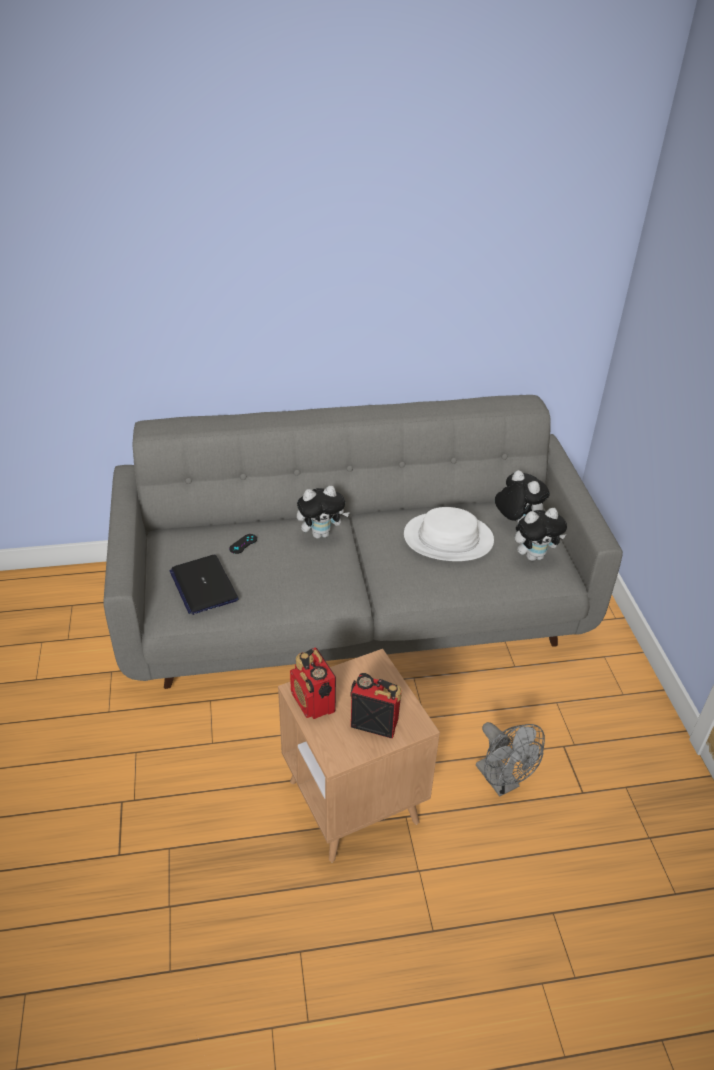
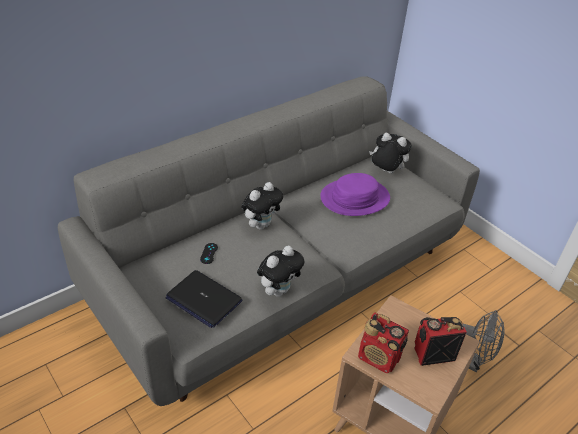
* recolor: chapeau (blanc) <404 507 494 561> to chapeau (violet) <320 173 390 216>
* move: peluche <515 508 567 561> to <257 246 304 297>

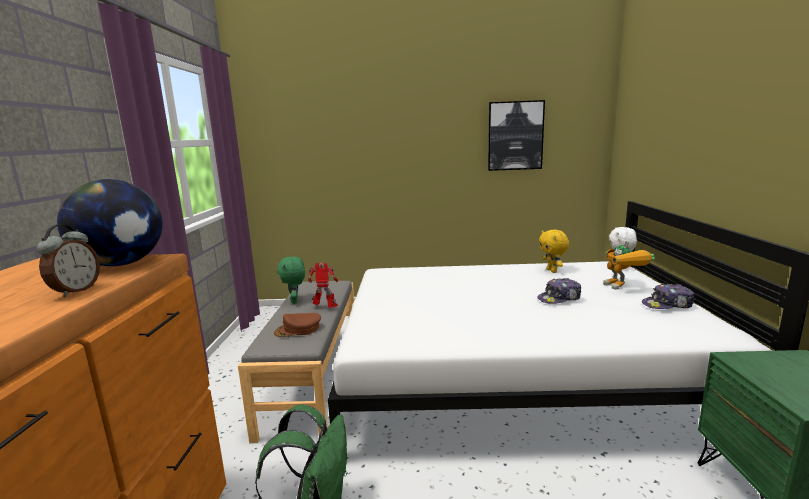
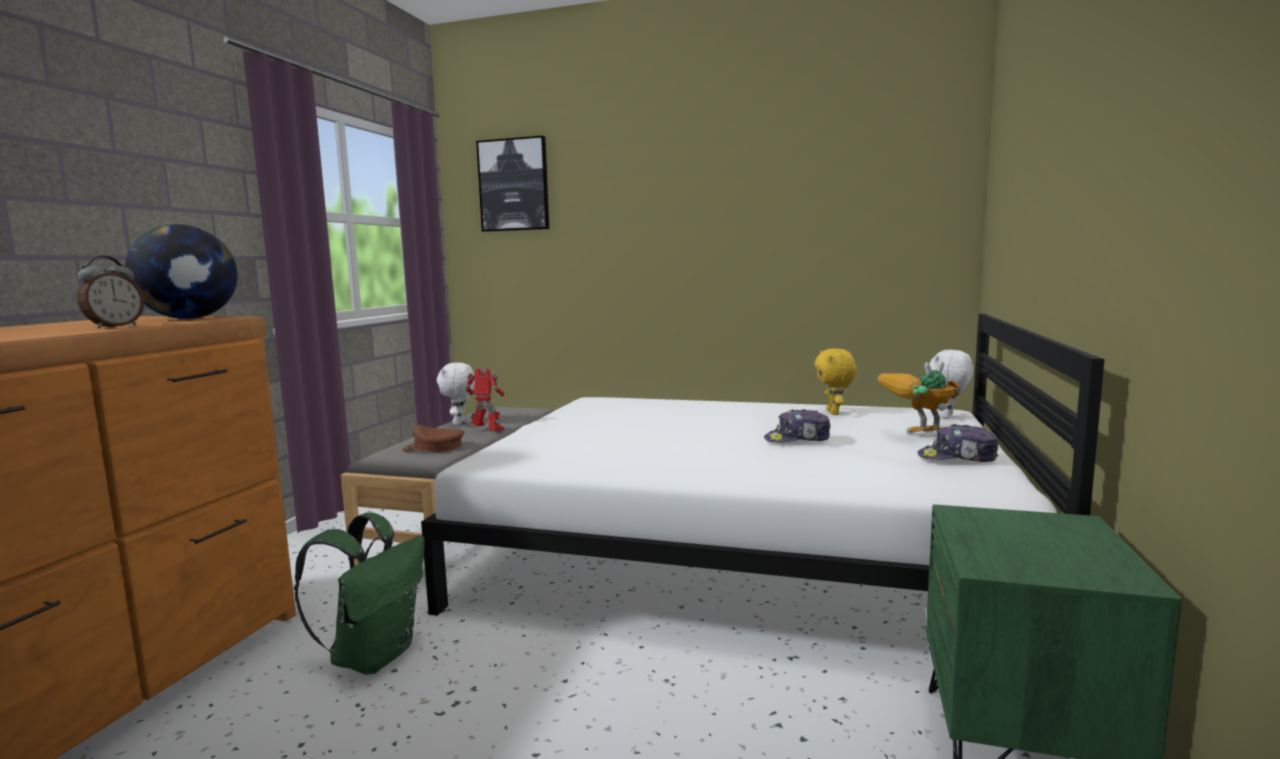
* move: tableau <488 100 545 171> to <476 136 549 232>
* rotate: robot jouet <603 238 655 290> = <877 361 961 434> 75 degrees clockwise
* recolor: peluche (vert) <277 257 305 304> to peluche (blanc) <437 363 475 425>

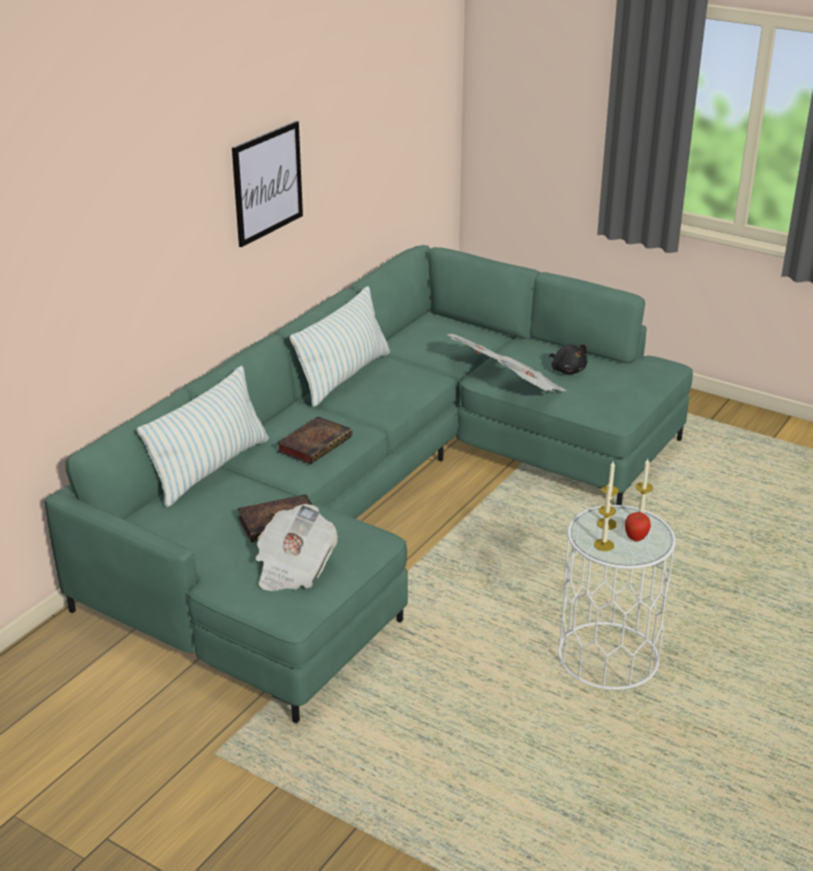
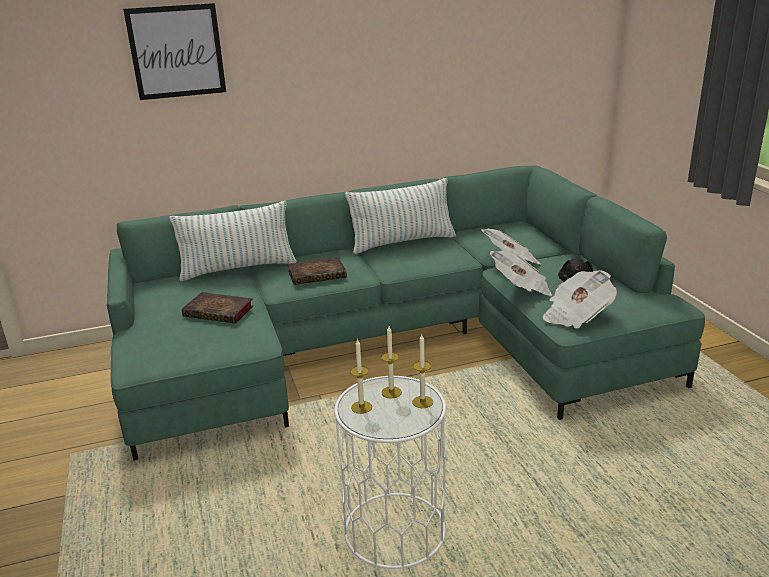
* move: tableau <232 121 303 247> to <123 3 226 100>
* move: journal <255 504 338 591> to <543 270 617 328>
* delete: pomme <625 512 651 541>

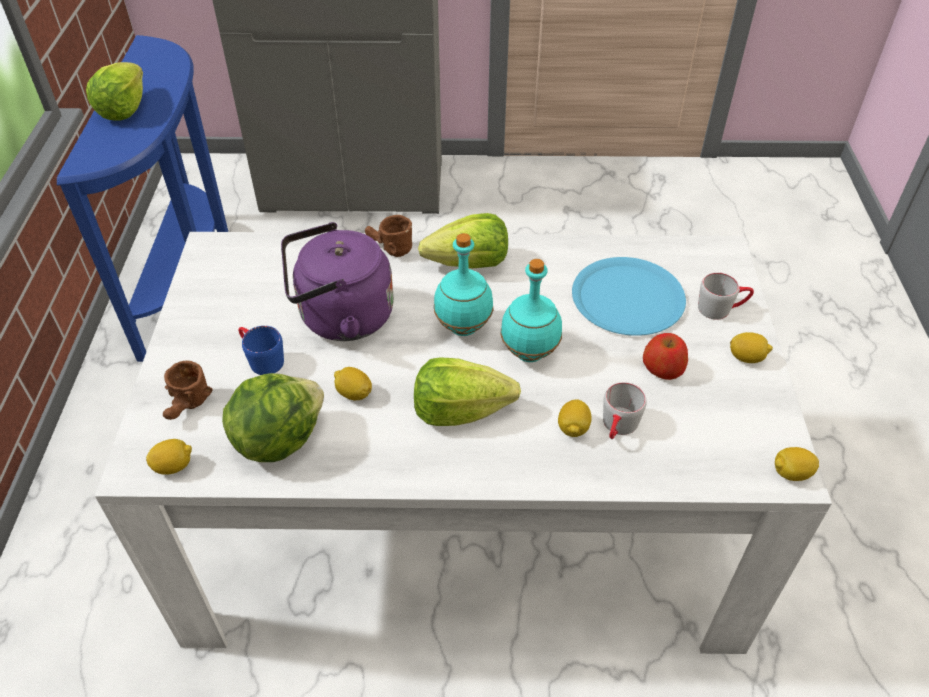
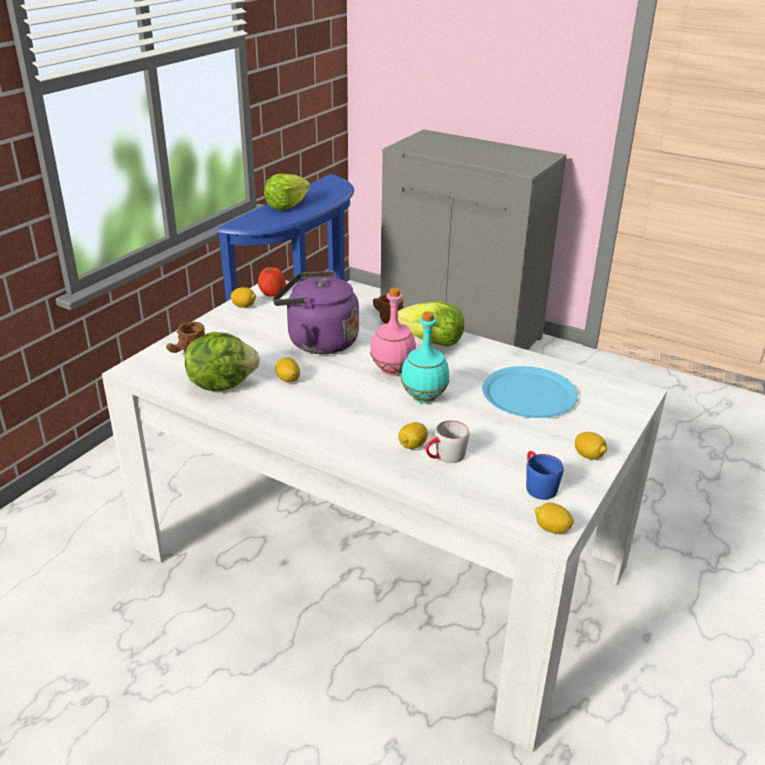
* recolor: bouteille (turquoise) <434 233 494 336> to bouteille (rose) <370 287 416 376>
* delete: mug (gris) <698 272 754 320>
* move: mug (bleu) <238 326 284 375> to <526 451 563 500>
* move: pomme <643 333 688 380> to <258 267 286 297>
* delete: laitue <414 357 521 426>
* move: citron <146 439 192 475> to <231 287 256 308>

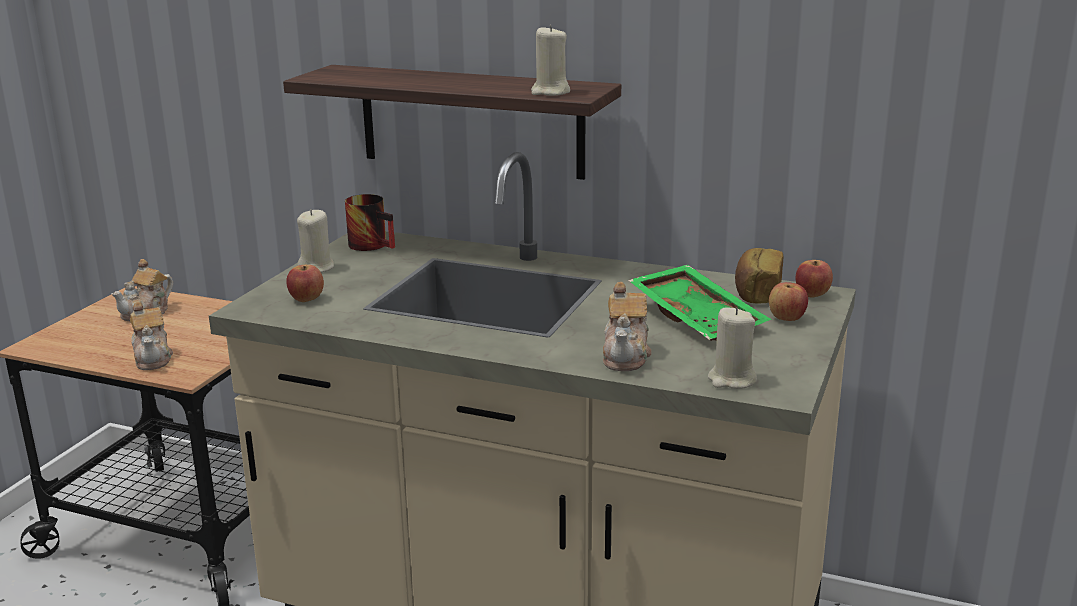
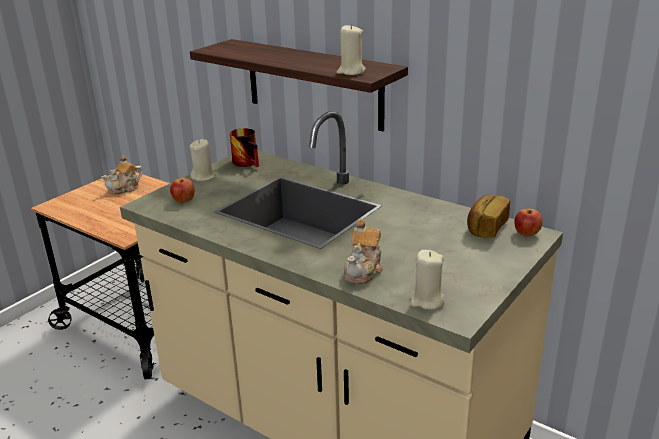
* delete: plateau (vert) <628 265 772 341>
* delete: pomme <769 282 808 321>
* delete: théière <130 302 173 370>

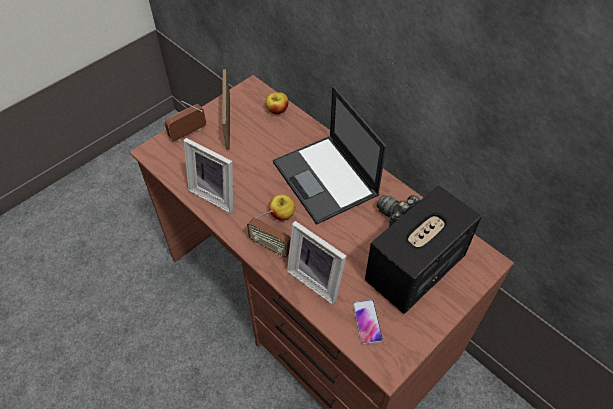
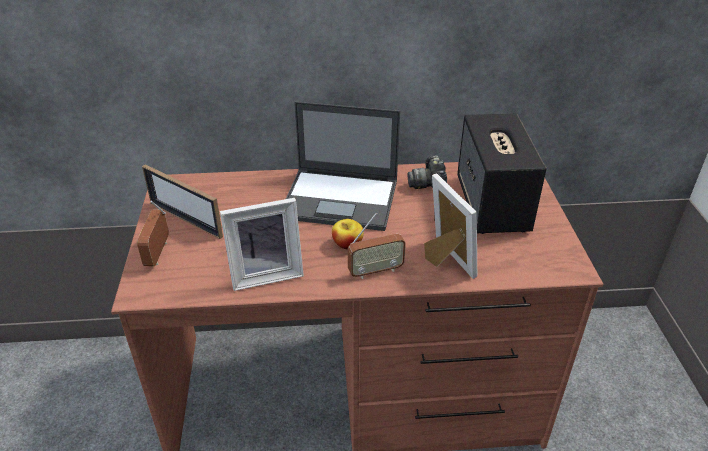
* delete: pomme <266 92 288 114>
* rotate: cadre photo <287 221 347 305> = <424 174 477 279> 105 degrees counterclockwise
* delete: téléphone <353 299 383 344>

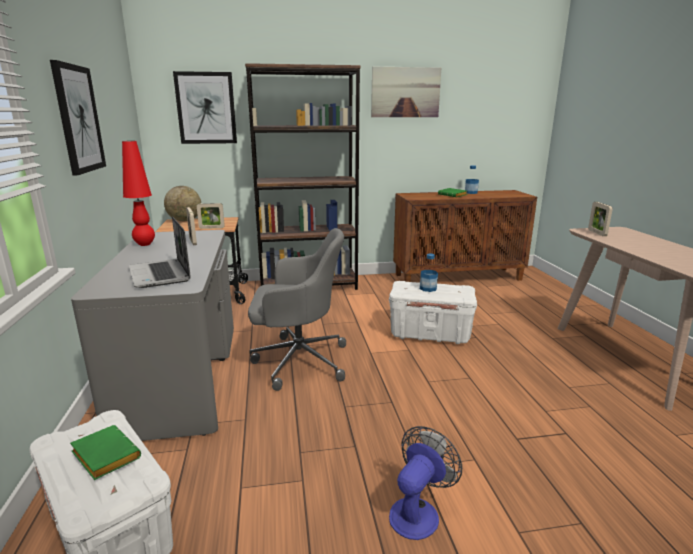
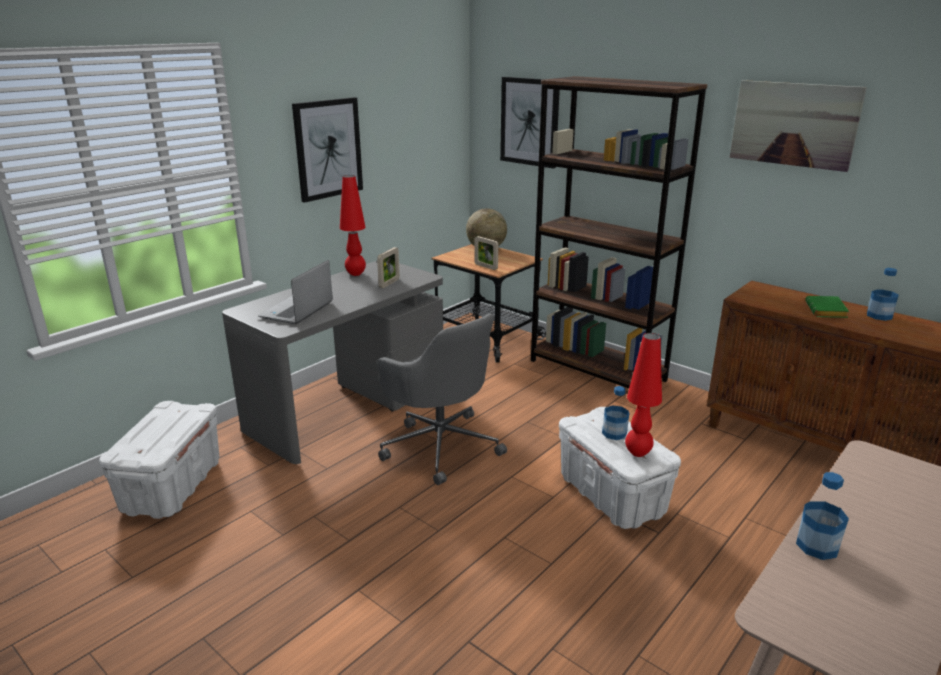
* delete: cadre photo <588 202 613 236>
* delete: livre (vert) <70 425 141 480>
* delete: ventilateur <389 426 462 540>
* insert: lampe de table (rouge) <625 333 662 457>
* insert: bouteille <796 472 849 560>

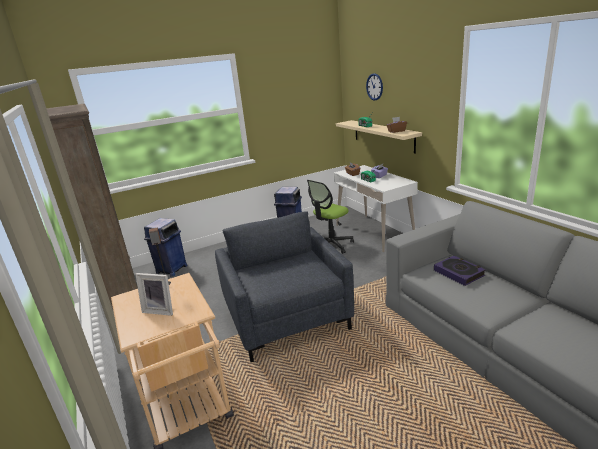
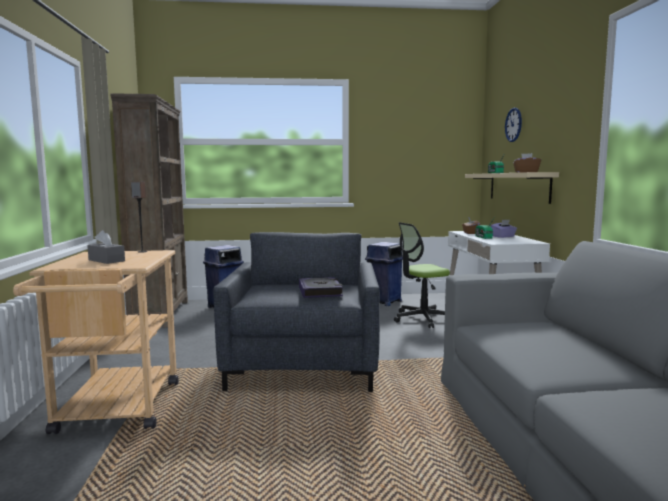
* move: livre <434 256 486 286> to <299 277 343 298>
* replace: cadre photo <136 273 173 316> to boîte à mouchoirs (gris) <87 230 125 264>

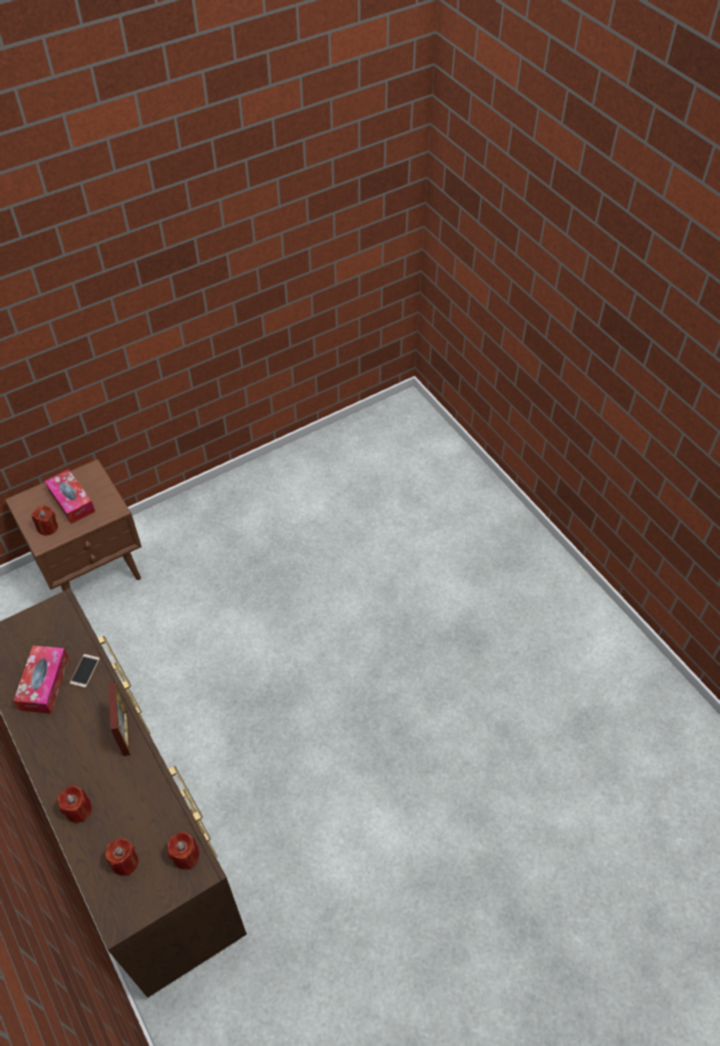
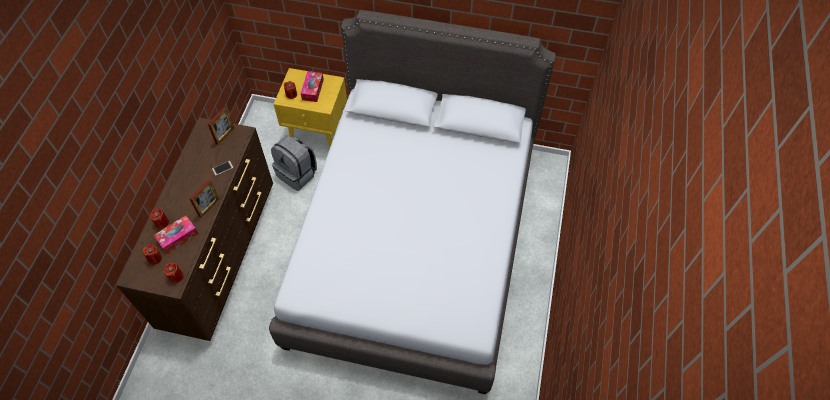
* recolor: table de chevet (marron) <5 459 142 591> to table de chevet (jaune) <274 68 347 147>
* move: boîte à mouchoirs <14 645 69 714> to <154 215 199 254>
* insert: lit (gris) <269 10 556 394>
* insert: cadre photo <208 107 234 145>
* insert: sac à dos (gris) <271 135 317 191>

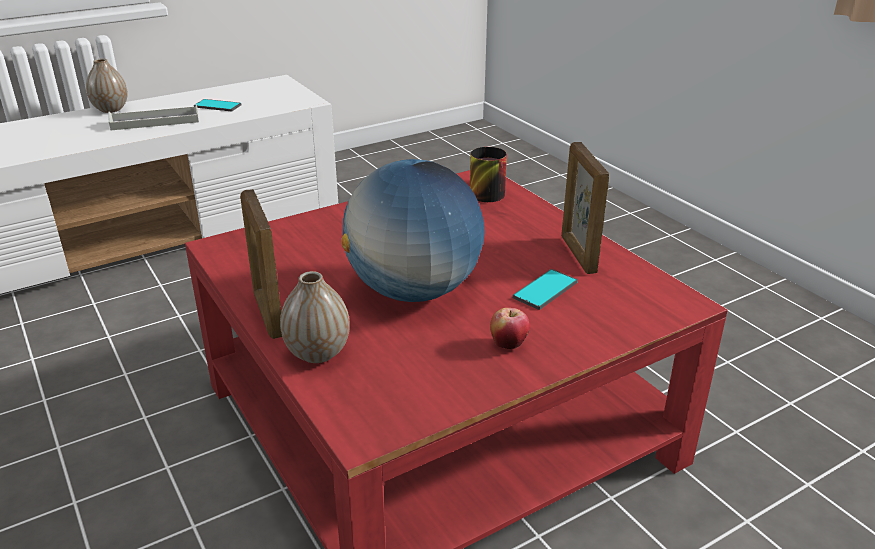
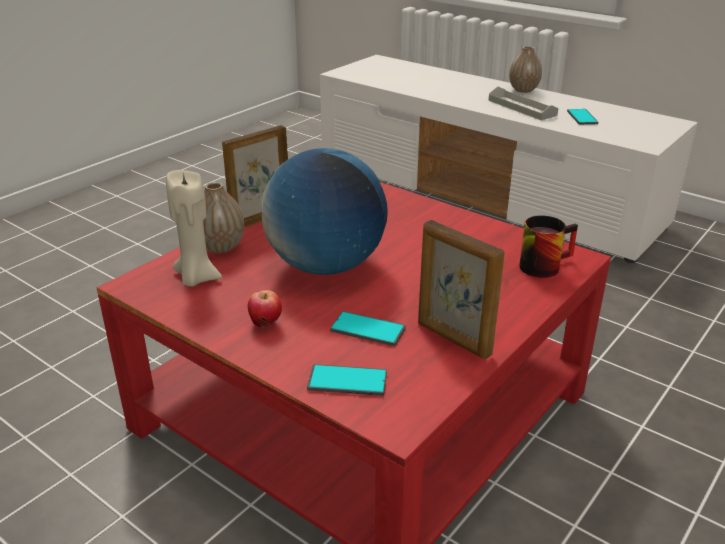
* rotate: cadre photo <561 142 609 274> = <418 220 505 359> 105 degrees counterclockwise
* insert: bougie (beige) <166 170 222 287>
* insert: téléphone <307 364 387 396>

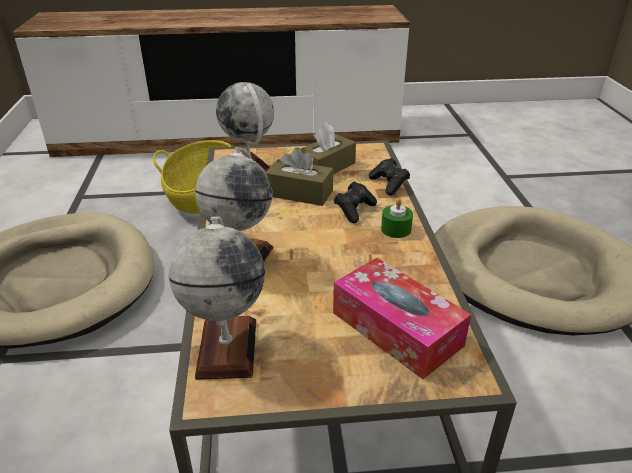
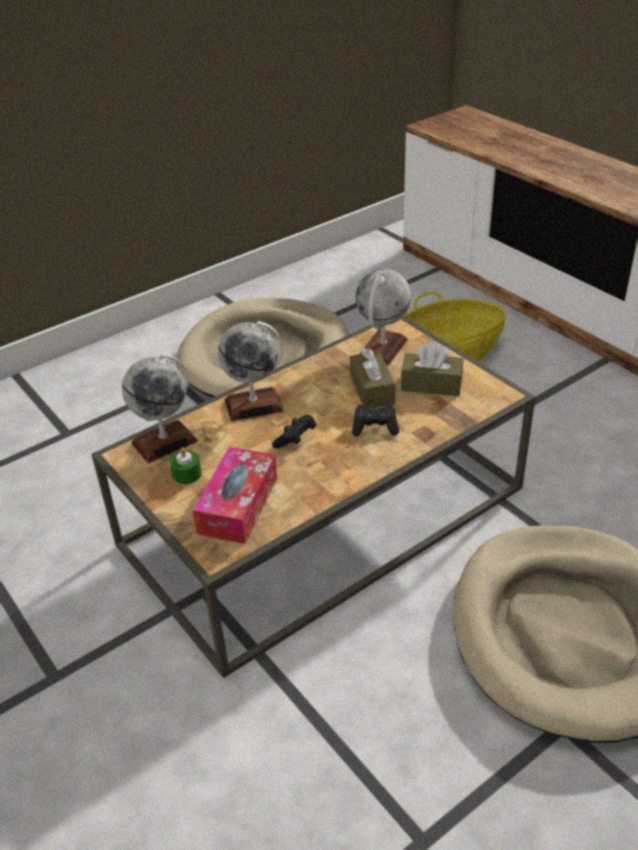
* move: manette (noir) <368 158 410 196> to <272 415 316 449>
* move: bougie (vert) <381 198 413 238> to <170 447 202 484>

